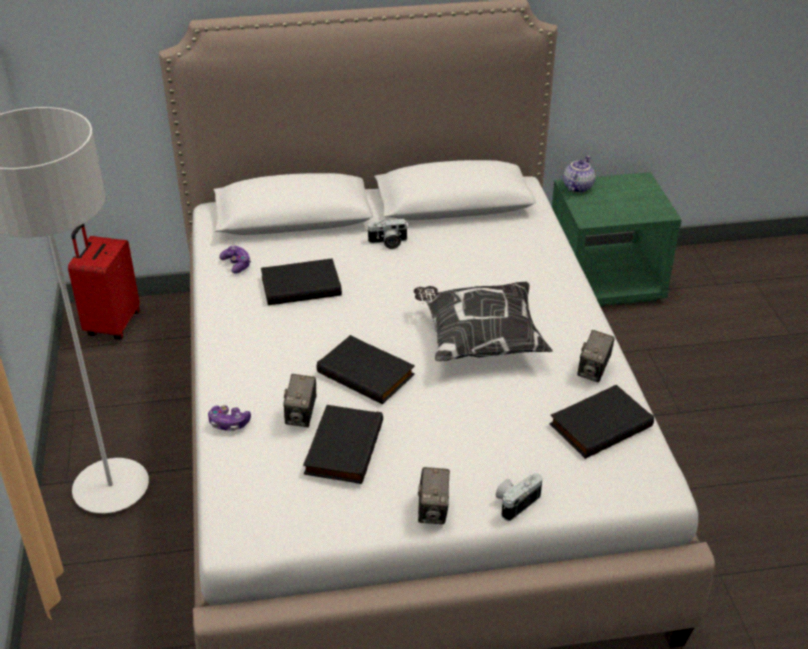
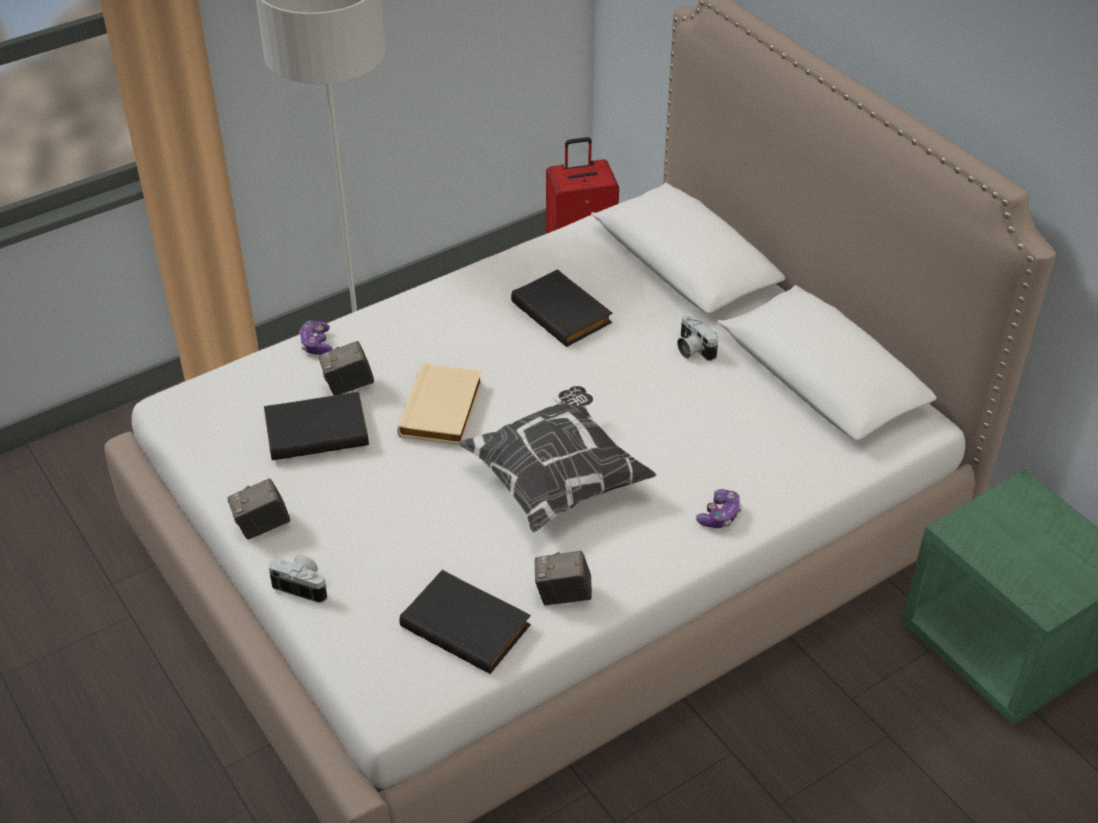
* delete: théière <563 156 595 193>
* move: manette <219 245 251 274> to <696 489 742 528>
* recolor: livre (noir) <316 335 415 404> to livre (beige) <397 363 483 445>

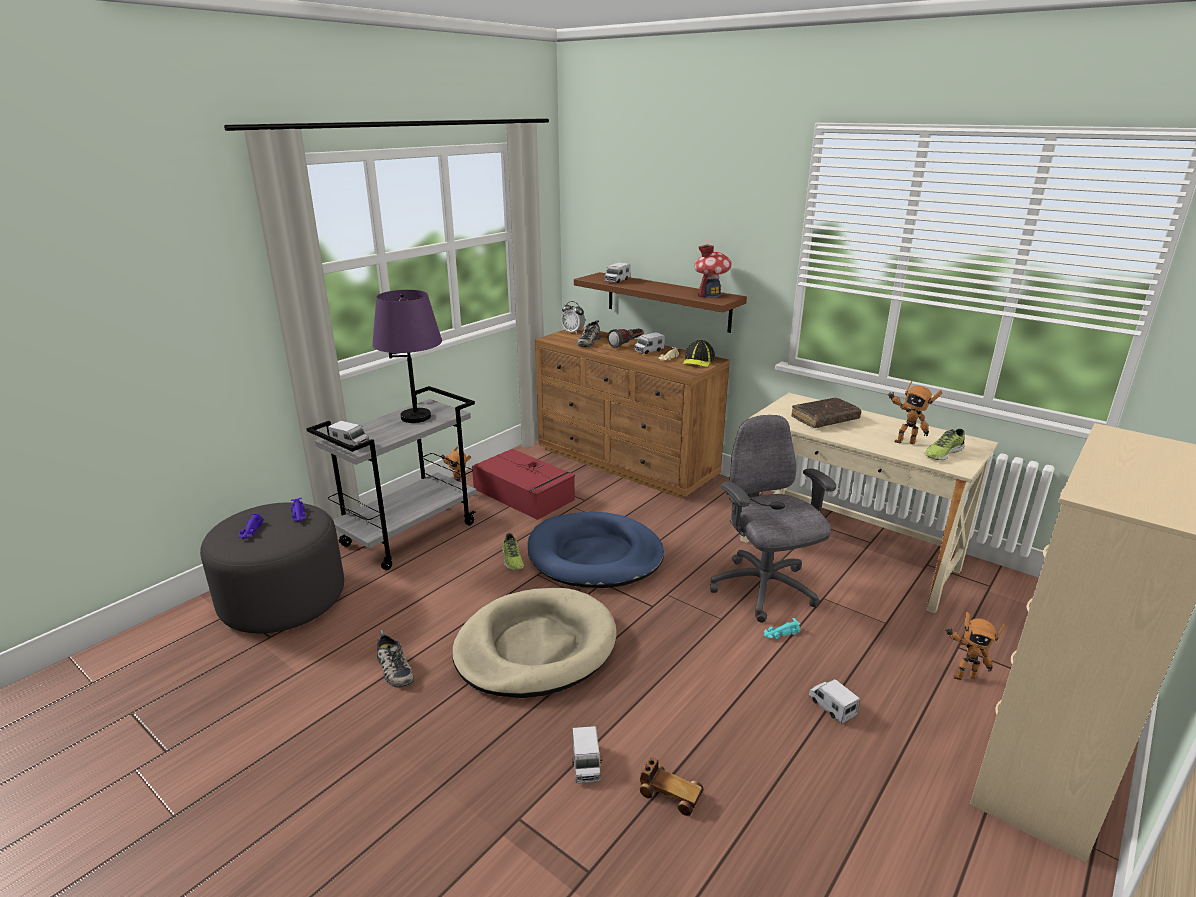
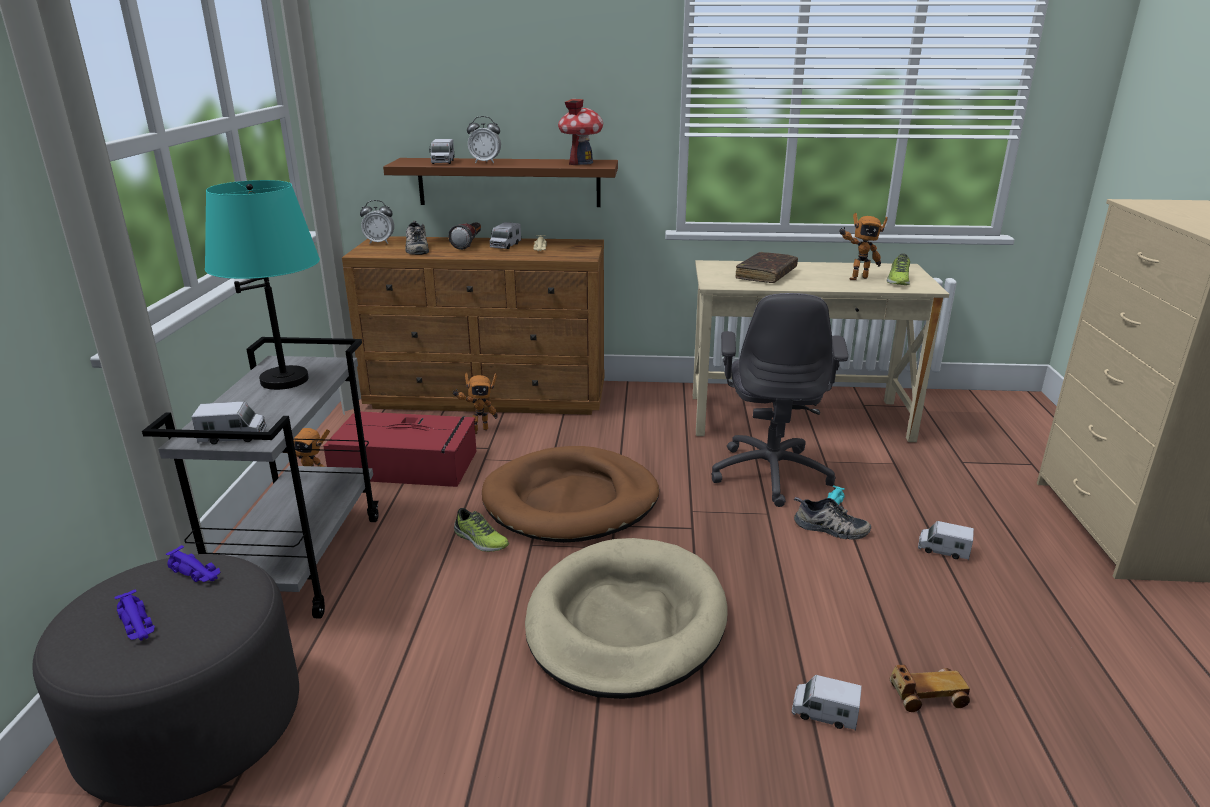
* recolor: lampe de table (violet) <372 290 442 423> to lampe de table (turquoise) <205 180 320 390>
* delete: casquette <683 340 715 367>
* rotate: chaise de bureau (gris) <710 415 836 623> = <711 293 848 507> 120 degrees counterclockwise
* recolor: panier pour chien (bleu) <527 512 664 588> to panier pour chien (marron) <482 446 659 543>
* move: robot jouet <945 612 1005 680> to <452 373 498 434>
* move: chaussure <377 630 414 688> to <794 497 871 540>
* rotate: camion jouet <572 726 602 784> = <792 675 862 731> 150 degrees clockwise
* insert: réveil <467 116 501 164>

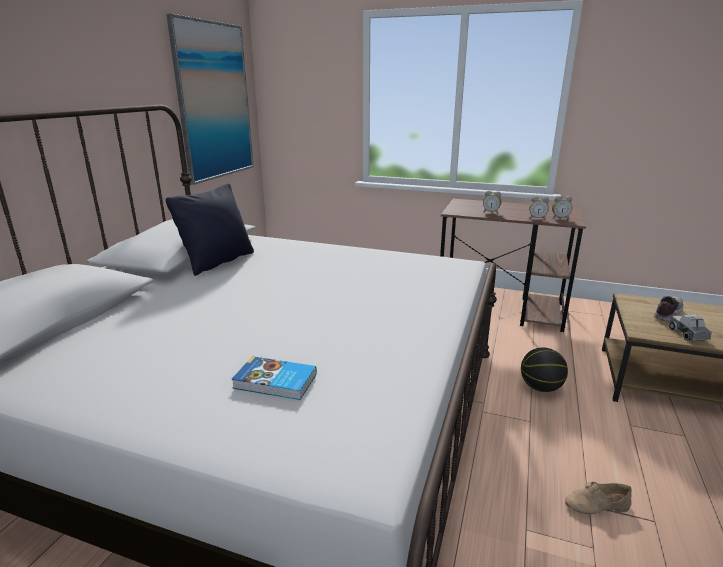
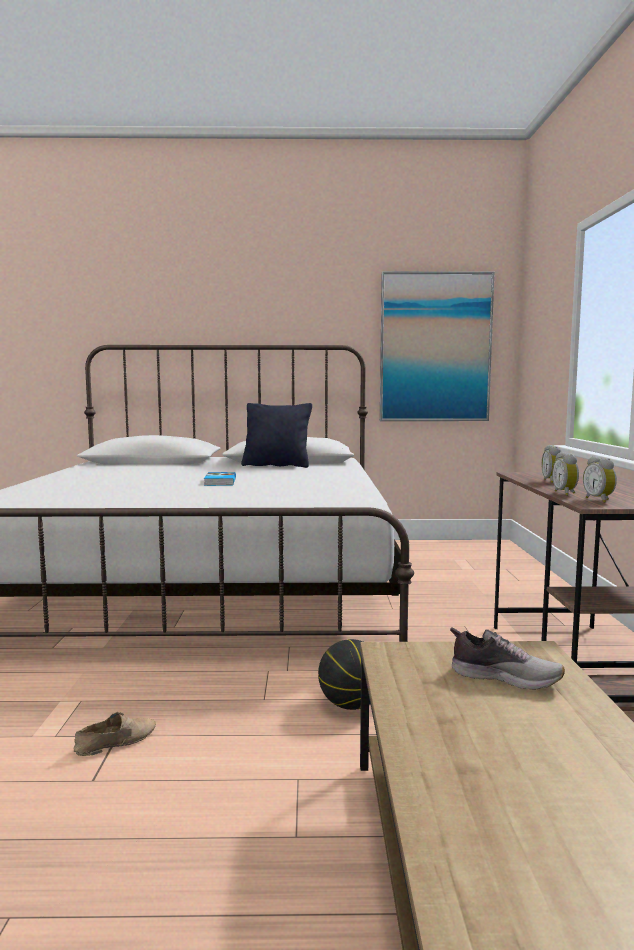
* delete: camion jouet <669 314 712 341>
* move: livre <231 356 317 400> to <204 472 236 486>
* rotate: chaussure (beige) <565 482 632 514> = <73 712 156 756> 75 degrees clockwise

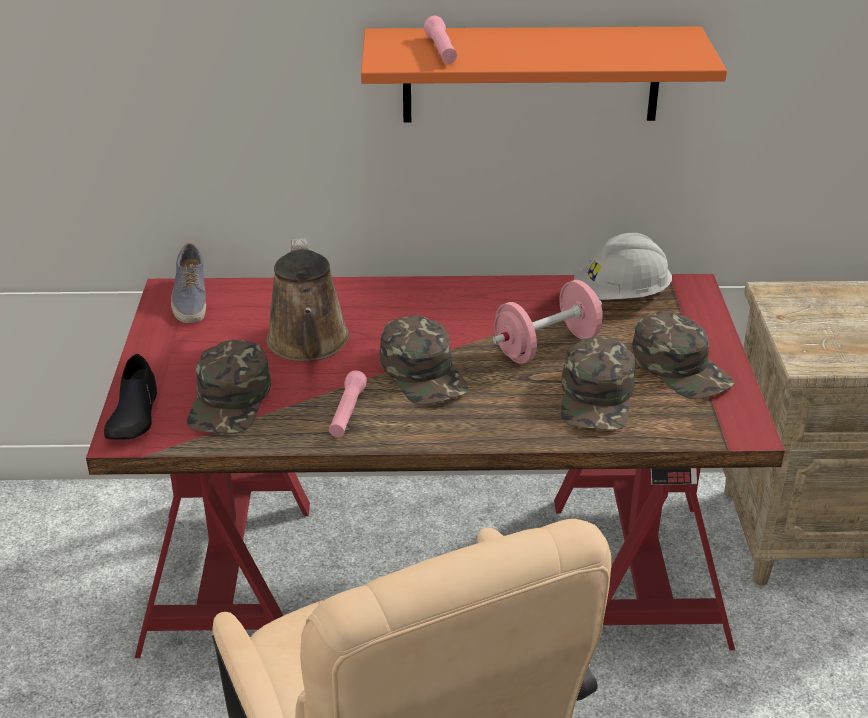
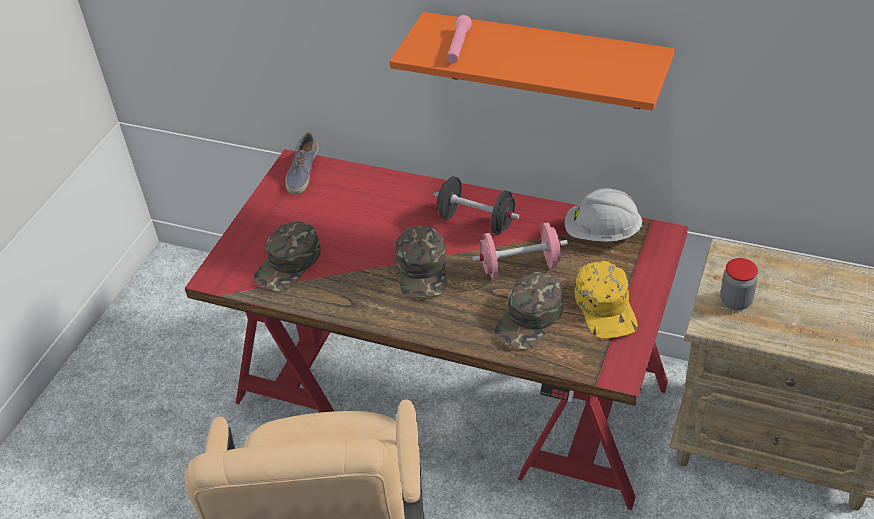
* delete: arrosoir (marron) <266 238 350 361>
* recolor: casquette (vert) <632 311 734 399> to casquette (jaune) <574 261 638 339>
* delete: chaussure (noir) <104 354 157 439>
* delete: lampe de poche (rose) <329 370 367 437>
* insert: haltère (noir) <433 176 520 234>
* insert: bocal <720 258 758 310>

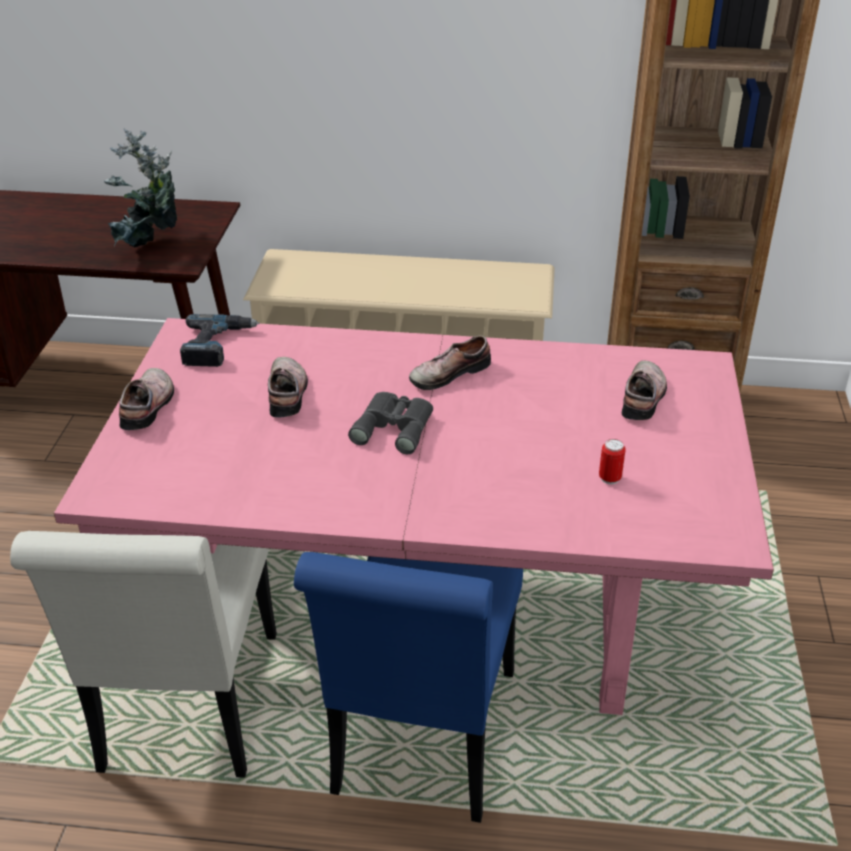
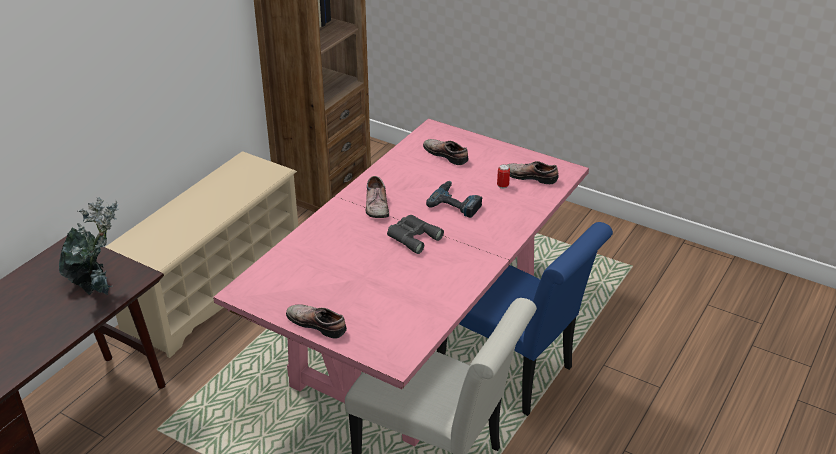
* move: perceuse <180 314 260 367> to <426 181 482 218>
* move: chaussure <268 357 308 418> to <507 161 559 184>

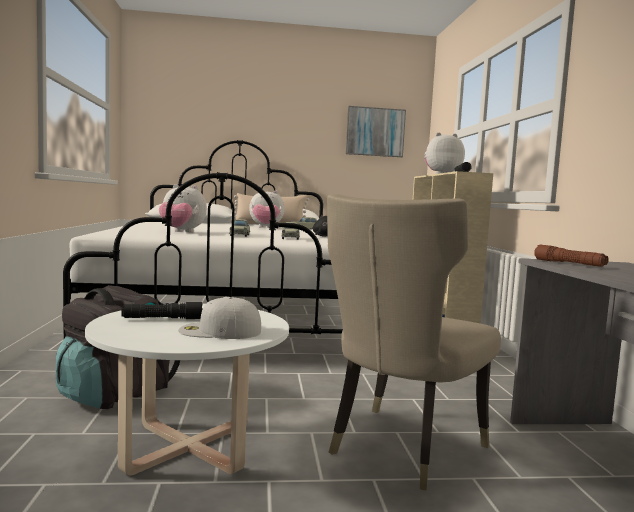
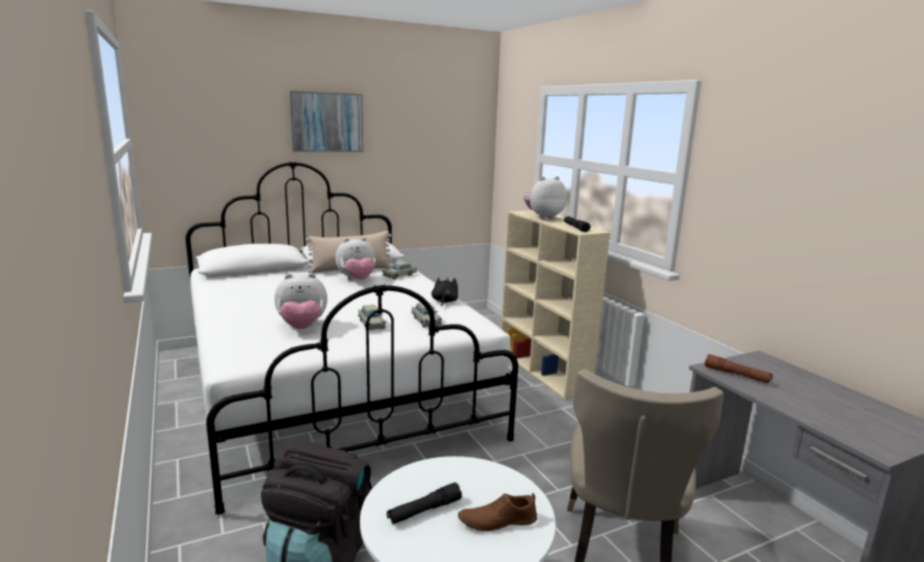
* move: tableau <346 106 406 157> to <290 91 363 152>
* replace: casquette (blanc) <178 297 261 339> to chaussure (marron) <458 493 537 531>

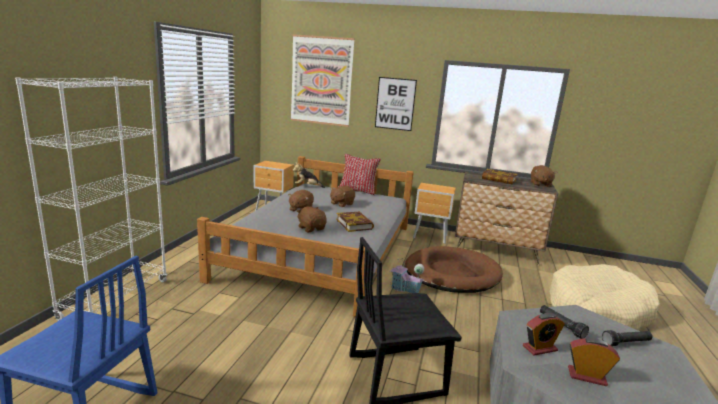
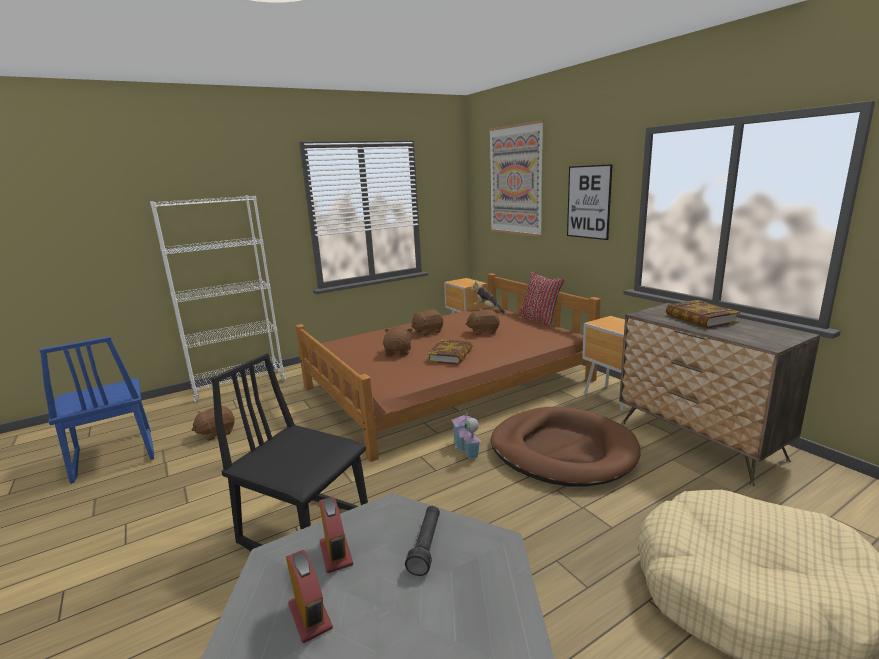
* recolor: lit (gris) <197 156 414 317> to lit (marron) <295 273 601 462>
* move: peluche (marron) <531 165 557 187> to <191 406 235 441>
* rotate: réveil <523 313 565 356> = <319 497 353 573> 135 degrees counterclockwise
* delete: lampe de poche (noir) <602 330 652 346>

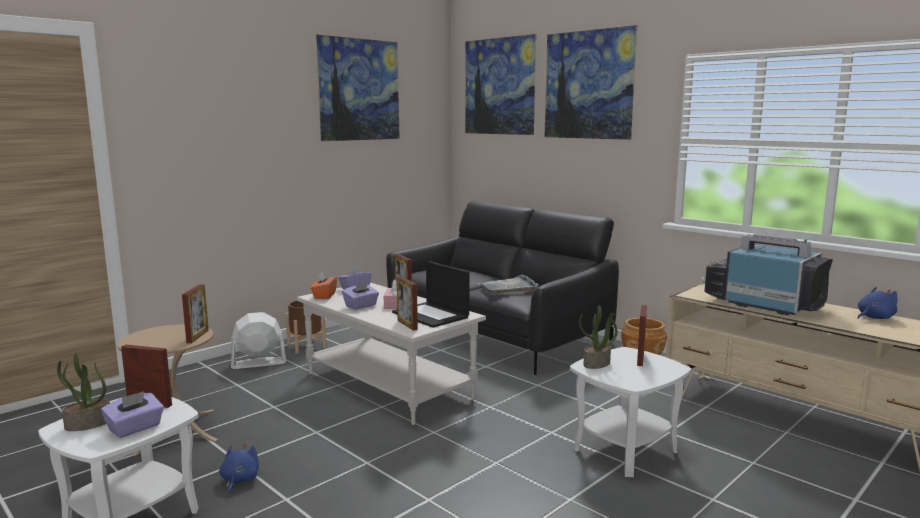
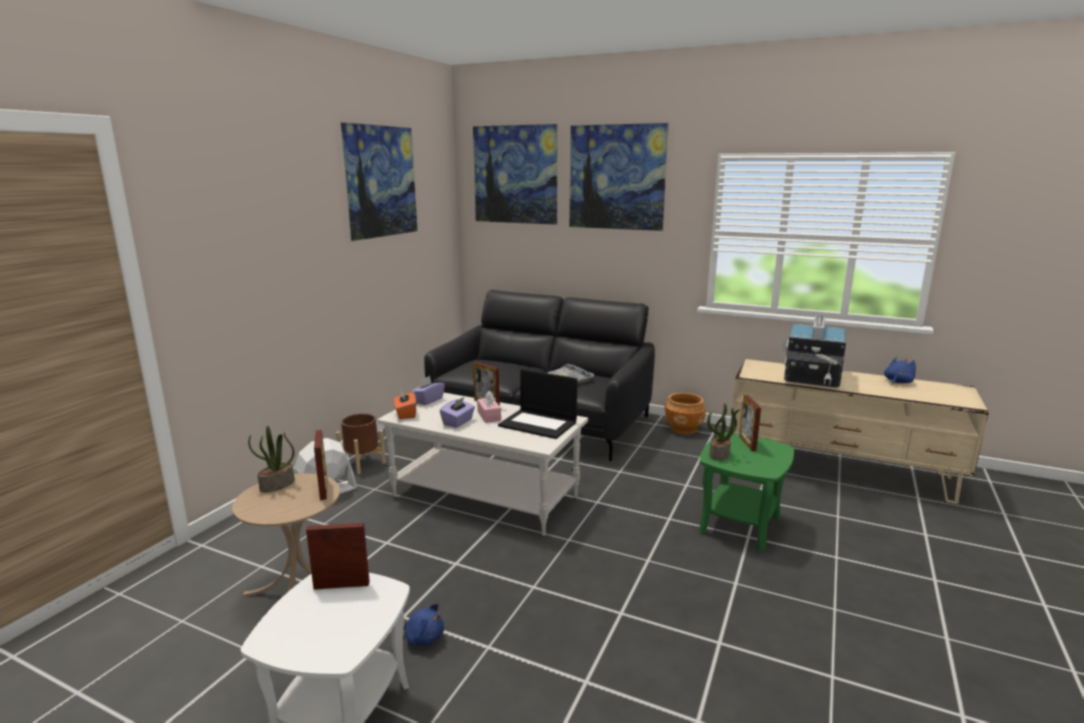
* rotate: téléviseur <701 234 833 315> = <782 314 846 388> 90 degrees counterclockwise
* delete: cadre photo <397 276 418 330>
* recolor: table d'appoint (blanc) <570 347 691 477> to table d'appoint (vert) <699 432 794 551>
* move: plante en pot <57 353 110 431> to <248 426 295 493>
* delete: boîte à mouchoirs (violet) <101 391 164 438>
* rotate: peluche (bleu) <219 443 259 494> = <403 603 444 646> 120 degrees clockwise

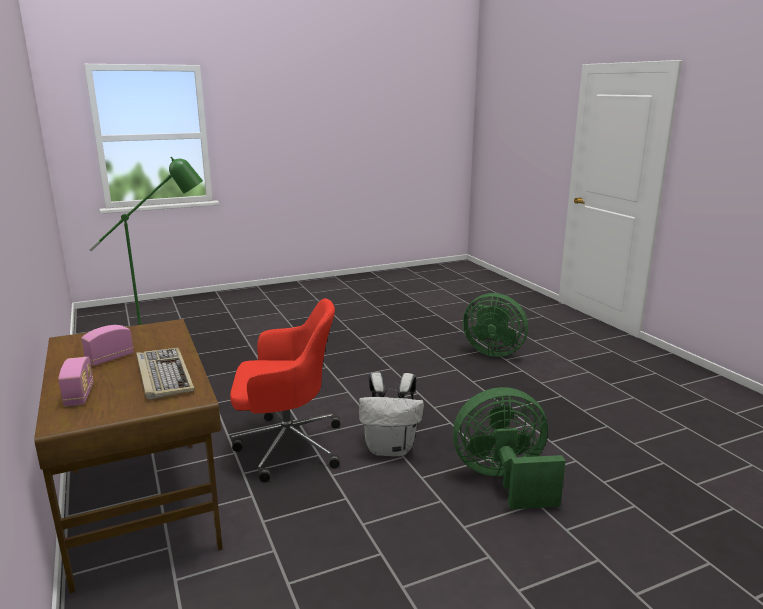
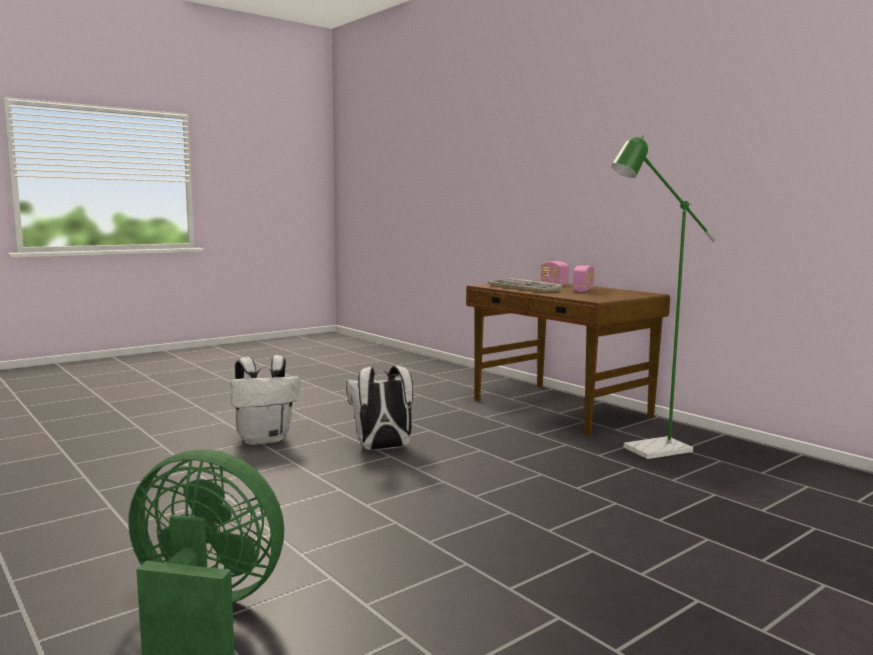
* delete: chaise de bureau (rouge) <230 298 340 482>
* replace: ventilateur (vert) <453 387 566 510> to sac à dos (blanc) <231 355 299 445>

